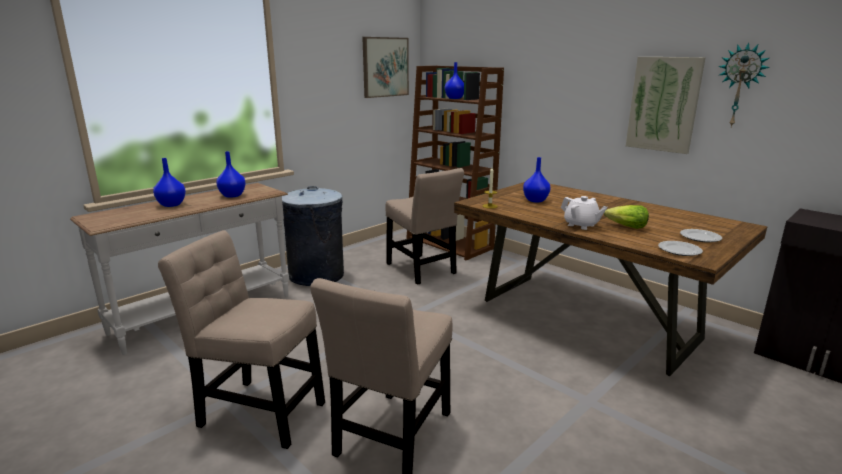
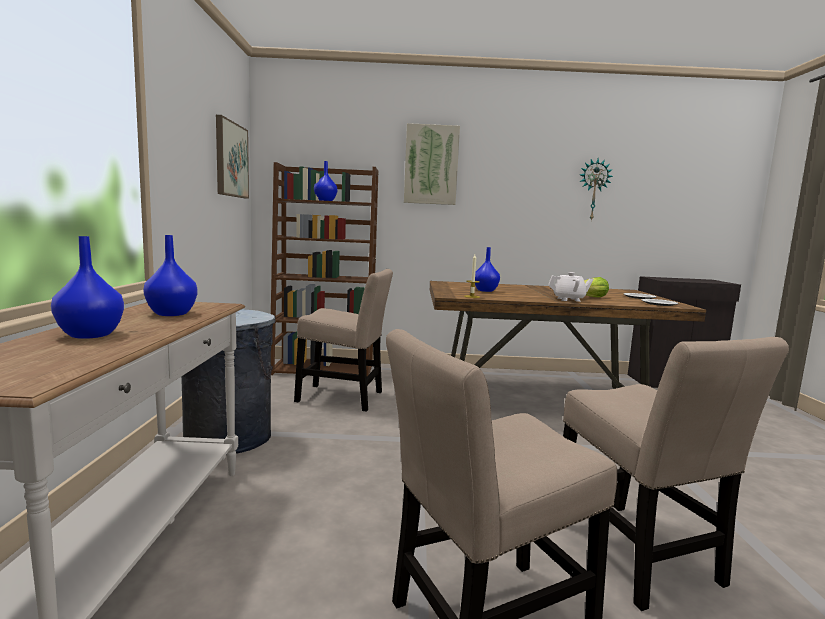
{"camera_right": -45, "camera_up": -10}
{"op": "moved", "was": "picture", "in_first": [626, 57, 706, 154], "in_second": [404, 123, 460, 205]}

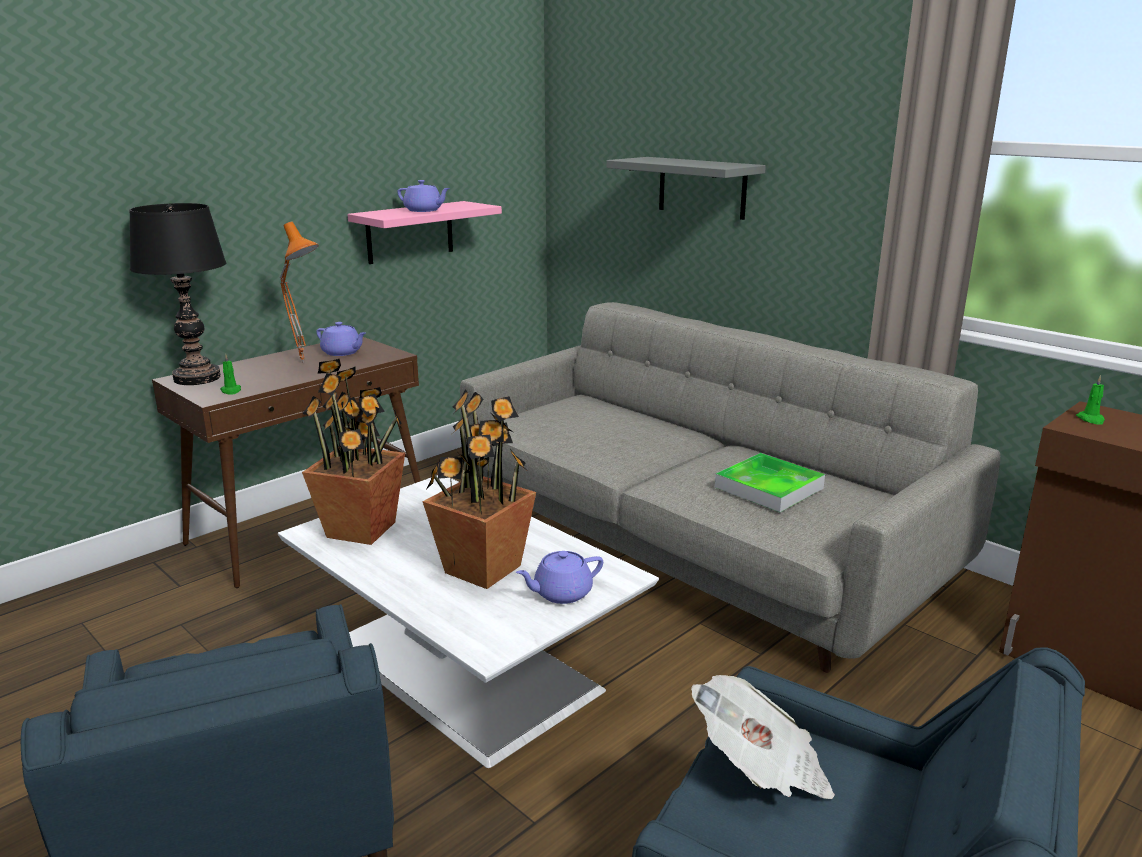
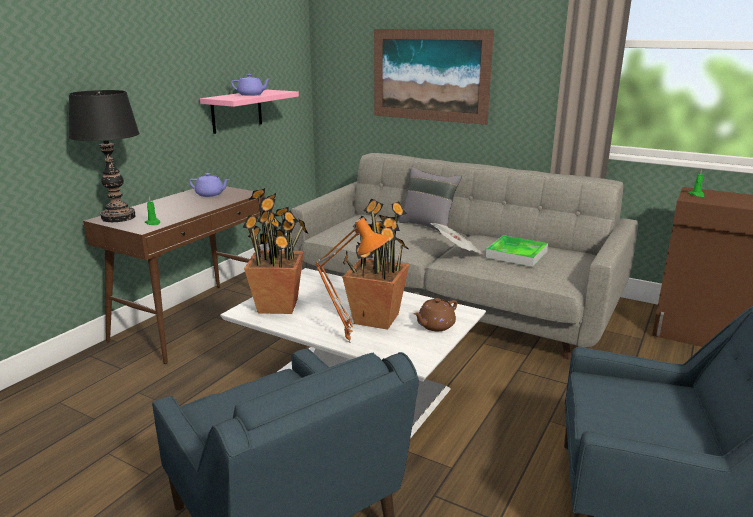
{"camera_right": -15, "camera_up": 0}
{"op": "replaced", "was": "grey shelf", "now": "picture", "in_first": [606, 157, 766, 220], "in_second": [374, 29, 494, 125]}
{"op": "moved", "was": "orange table lamp", "in_first": [280, 222, 319, 363], "in_second": [315, 217, 389, 343]}
{"op": "recoloured", "was": "purple teapot", "now": "brown teapot", "in_first": [516, 551, 603, 604], "in_second": [414, 298, 457, 331]}
{"op": "moved", "was": "newspaper", "in_first": [691, 675, 835, 799], "in_second": [431, 223, 483, 254]}
{"op": "added", "now": "grey pillow", "in_second": [399, 167, 462, 232]}

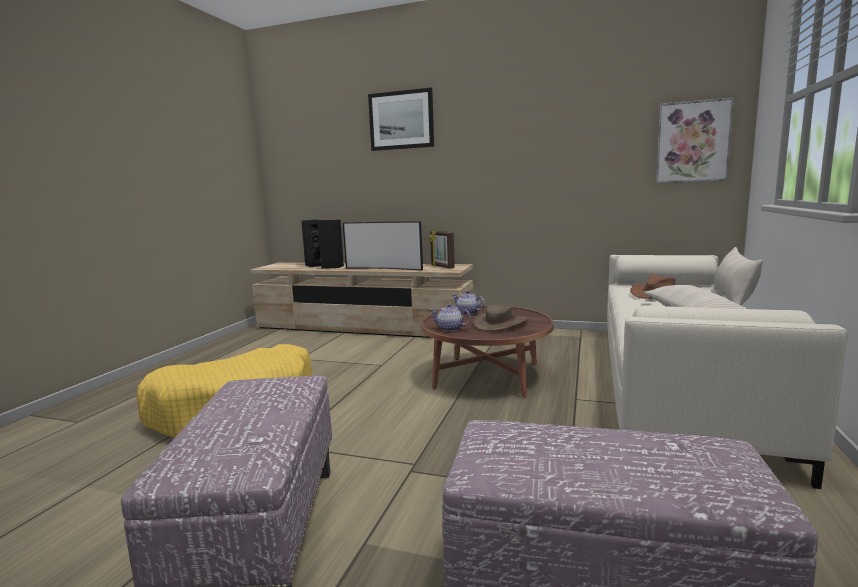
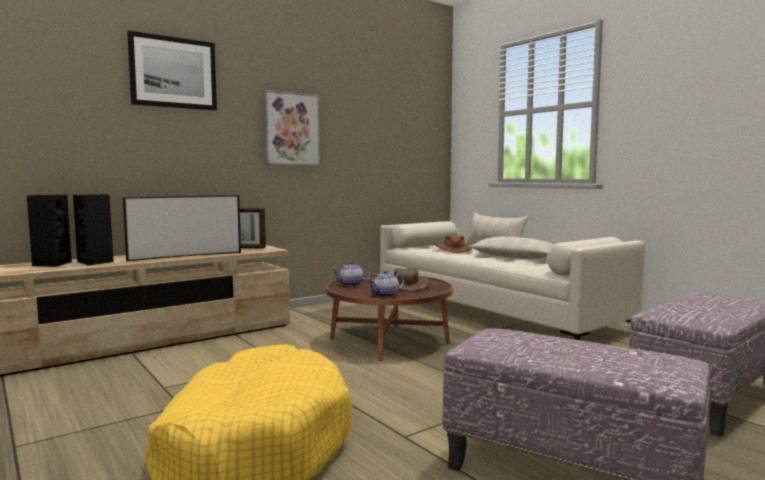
{"camera_right": -55, "camera_up": -5}
{"op": "moved", "was": "picture", "in_first": [656, 98, 734, 183], "in_second": [264, 90, 320, 166]}

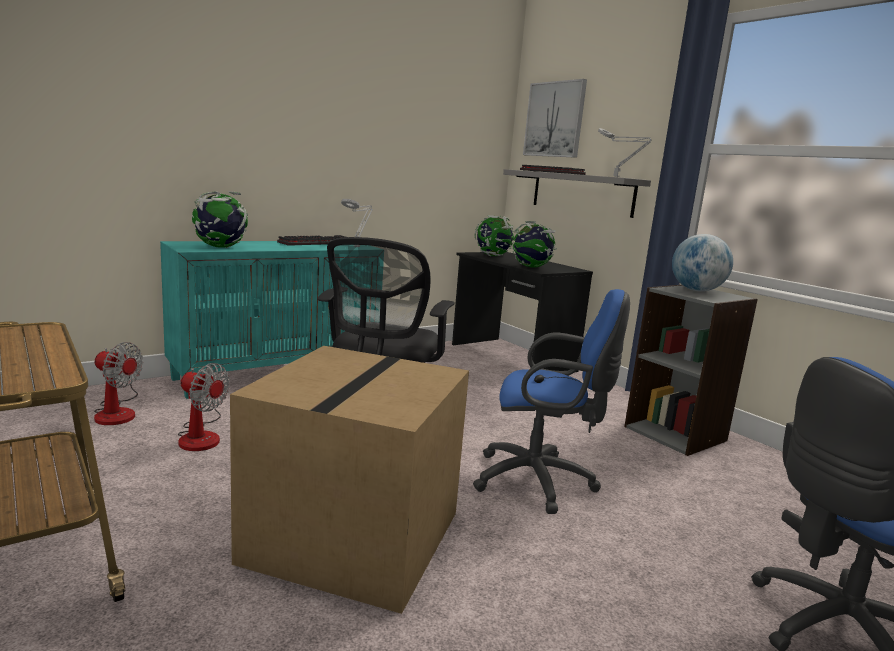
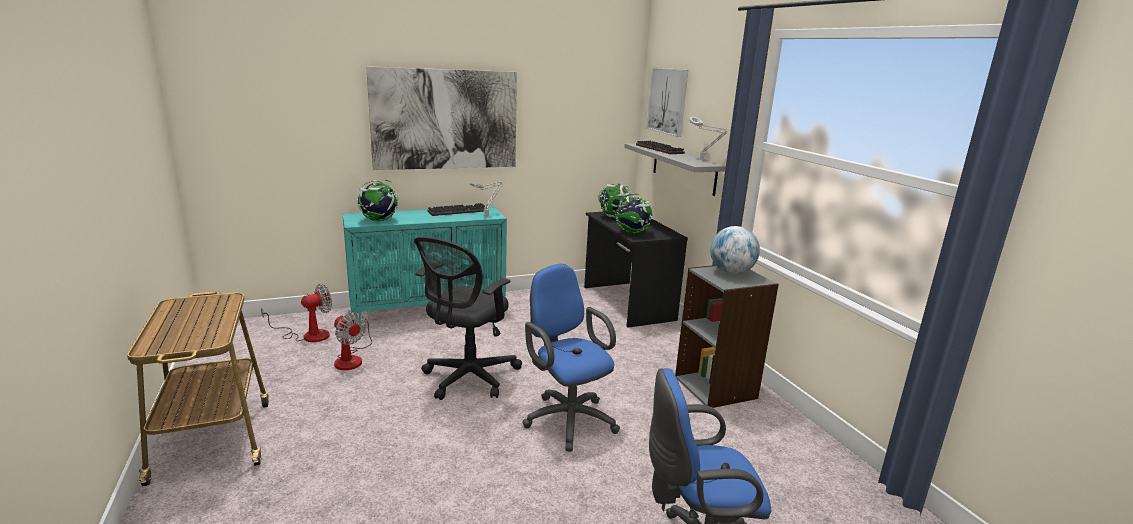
{"camera_right": 15, "camera_up": 5}
{"op": "turned", "was": "blue office chair", "in_first": [473, 289, 630, 514], "in_second": [522, 264, 620, 452], "clockwise": -150}
{"op": "turned", "was": "fan", "in_first": [94, 342, 143, 425], "in_second": [261, 284, 332, 342], "clockwise": -75}
{"op": "removed", "was": "cardboard box", "in_first": [230, 346, 469, 614]}
{"op": "added", "now": "picture", "in_second": [366, 66, 517, 170]}

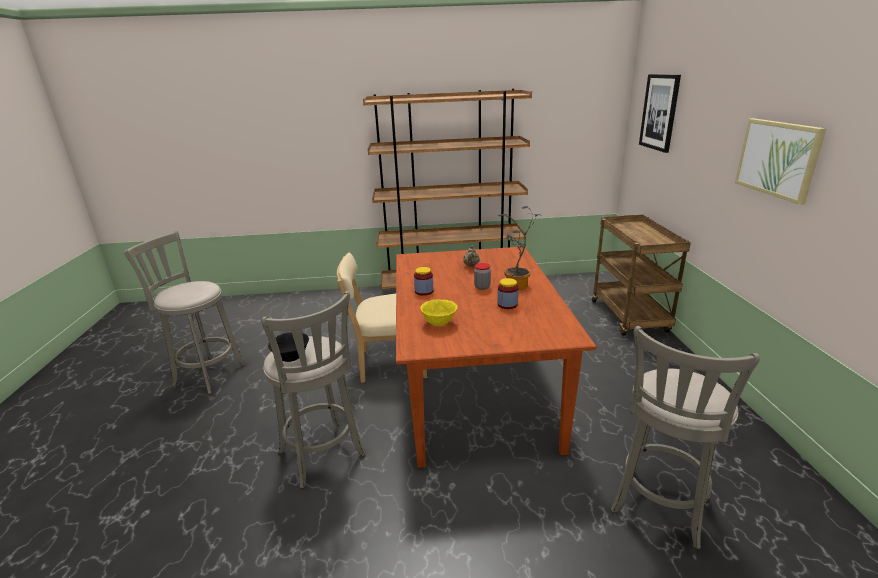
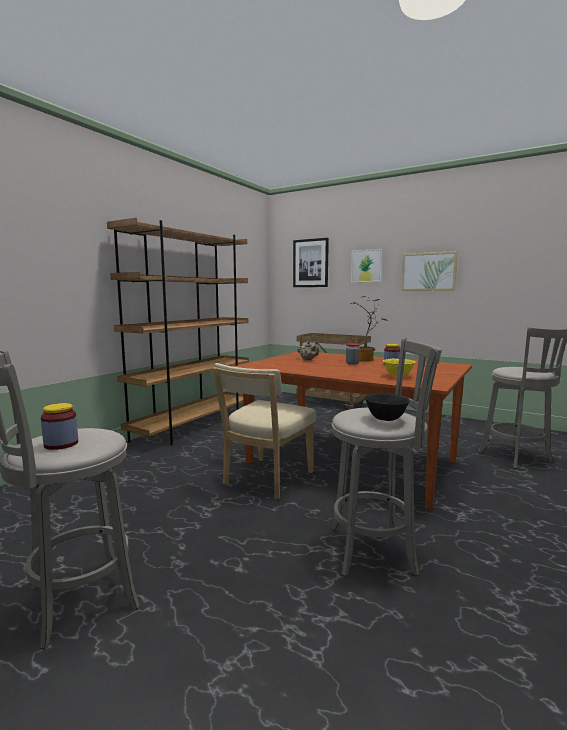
{"camera_right": -55, "camera_up": -15}
{"op": "moved", "was": "jar", "in_first": [414, 267, 433, 296], "in_second": [41, 403, 78, 450]}
{"op": "added", "now": "picture", "in_second": [351, 249, 383, 282]}

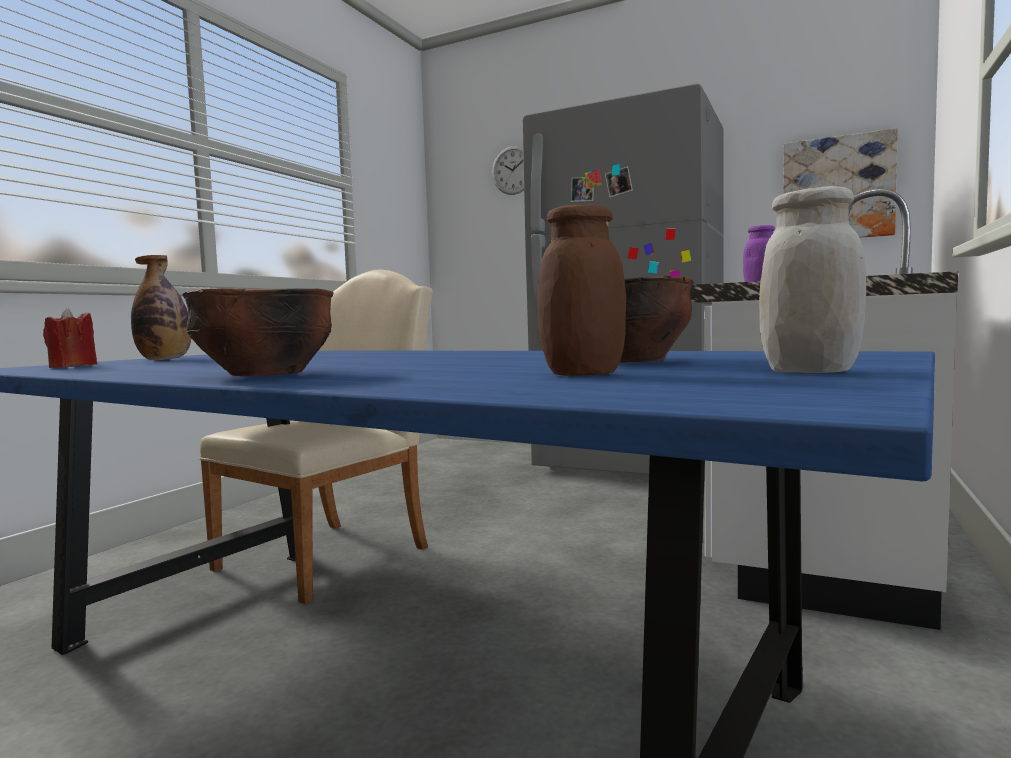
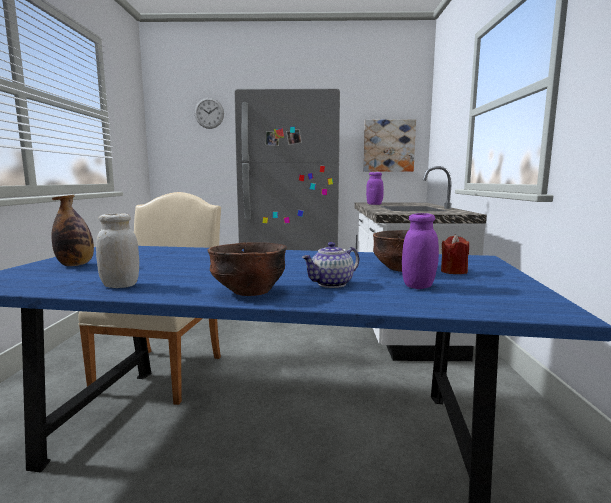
{"camera_right": -25, "camera_up": 5}
{"op": "moved", "was": "white jar", "in_first": [759, 186, 866, 373], "in_second": [96, 213, 139, 288]}
{"op": "recoloured", "was": "brown jar", "now": "purple jar", "in_first": [538, 205, 626, 376], "in_second": [402, 213, 439, 289]}
{"op": "moved", "was": "red candle", "in_first": [43, 308, 97, 368], "in_second": [441, 235, 469, 274]}
{"op": "added", "now": "teapot", "in_second": [301, 242, 359, 288]}

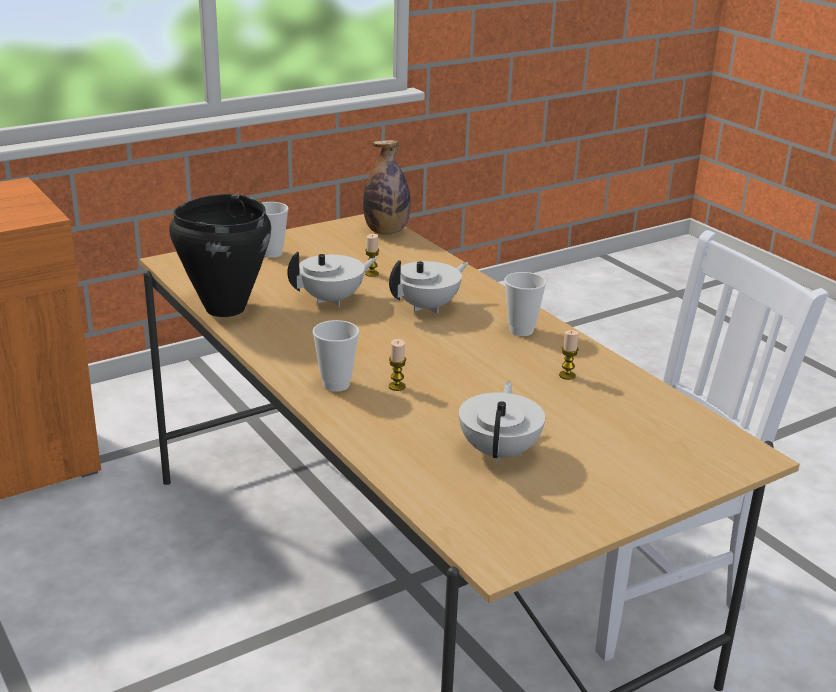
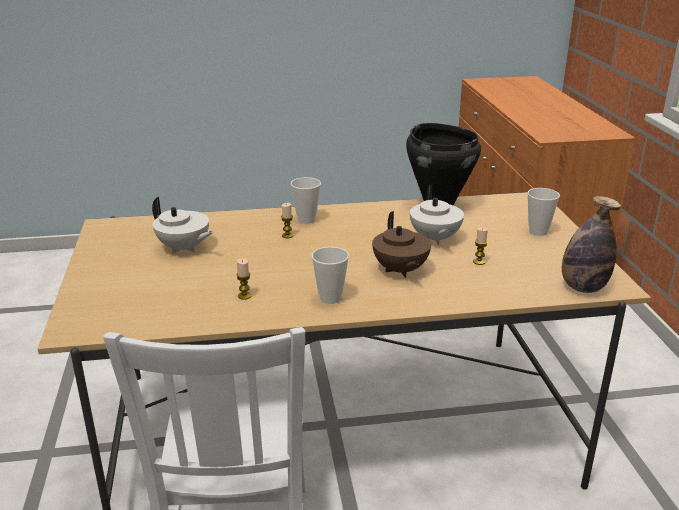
{"camera_right": 115, "camera_up": 0}
{"op": "recoloured", "was": "white teapot", "now": "brown teapot", "in_first": [389, 260, 468, 314], "in_second": [372, 211, 431, 278]}

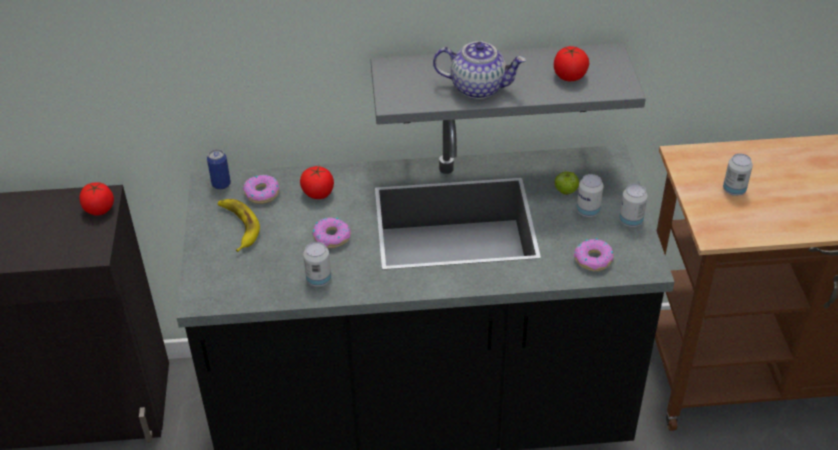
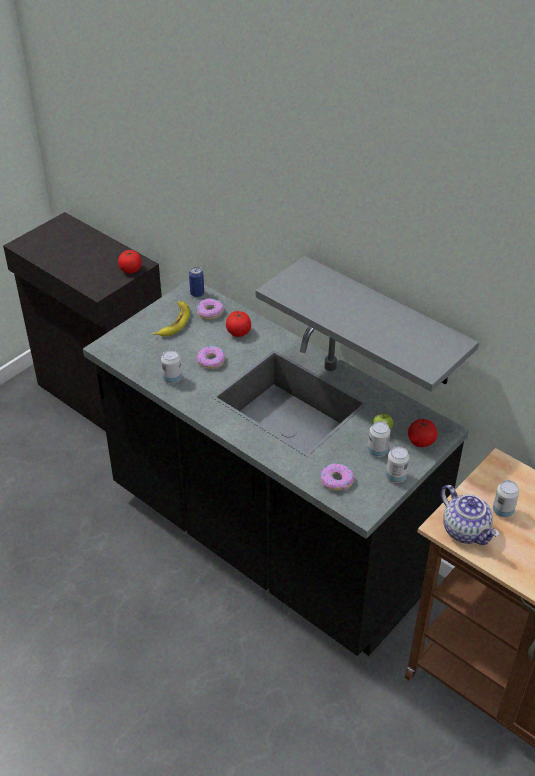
{"camera_right": 45, "camera_up": 0}
{"op": "moved", "was": "teapot", "in_first": [433, 41, 526, 99], "in_second": [441, 485, 499, 545]}
{"op": "moved", "was": "tomato", "in_first": [554, 46, 589, 81], "in_second": [408, 419, 437, 447]}

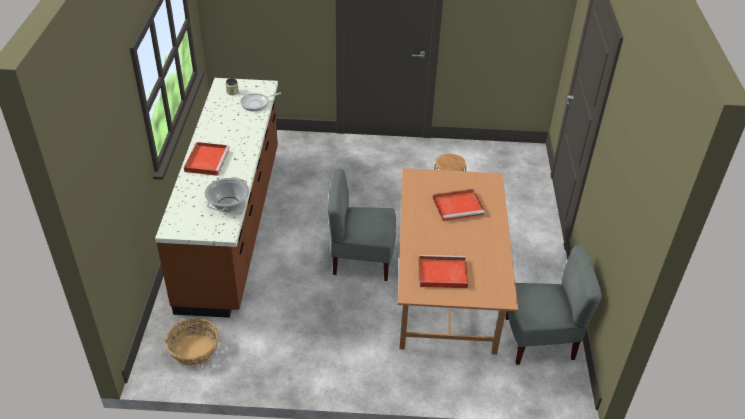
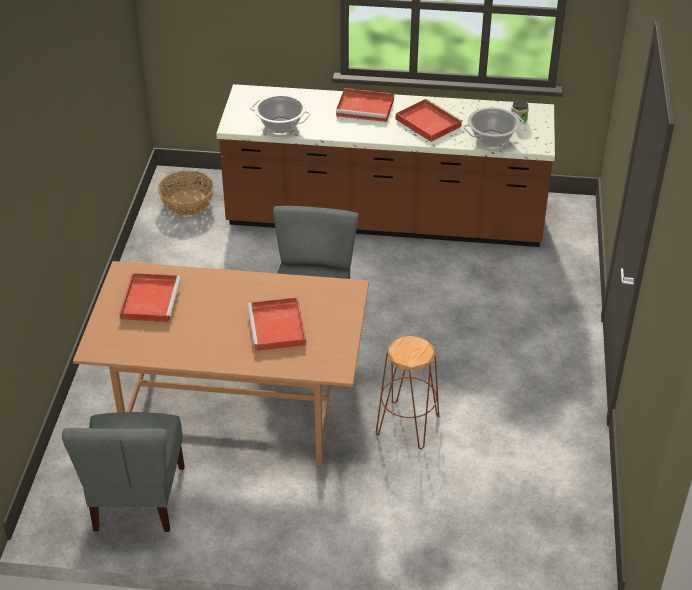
{"camera_right": 95, "camera_up": 0}
{"op": "replaced", "was": "frying pan", "now": "cooking pot", "in_first": [240, 92, 281, 111], "in_second": [463, 107, 524, 147]}
{"op": "added", "now": "red tray", "in_second": [396, 99, 463, 142]}

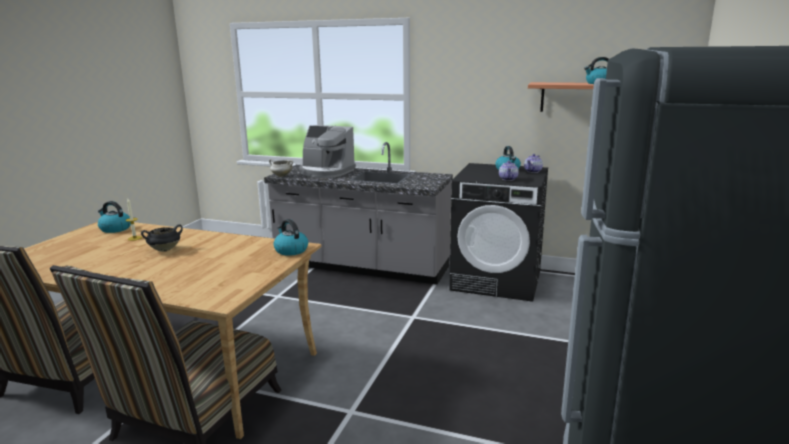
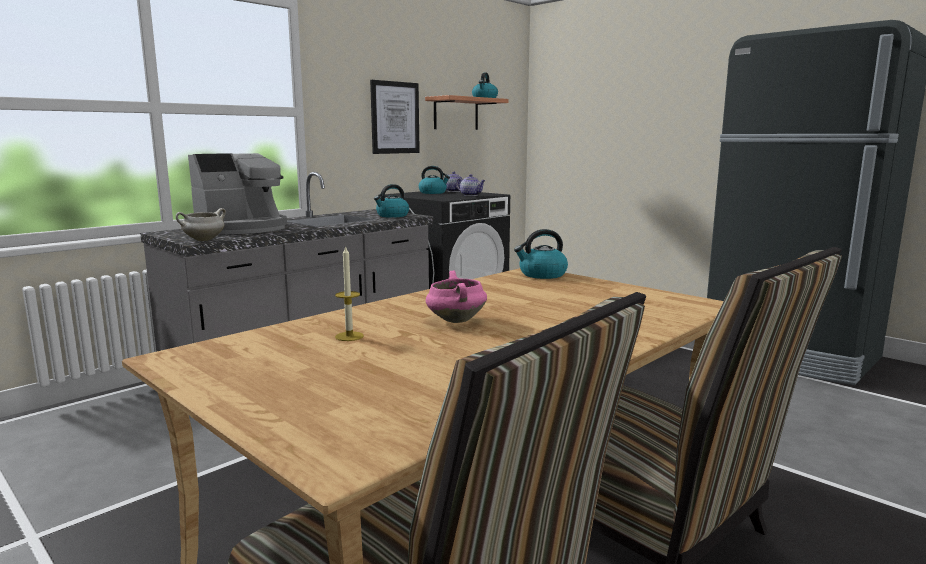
{"camera_right": -65, "camera_up": -5}
{"op": "moved", "was": "kettle", "in_first": [98, 201, 131, 233], "in_second": [374, 184, 409, 218]}
{"op": "recoloured", "was": "black cooking pot", "now": "pink cooking pot", "in_first": [141, 224, 183, 252], "in_second": [426, 271, 487, 323]}
{"op": "added", "now": "picture", "in_second": [370, 80, 420, 154]}

